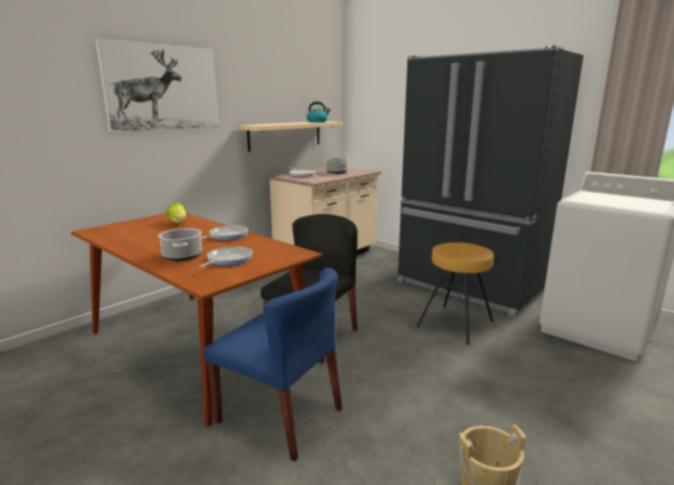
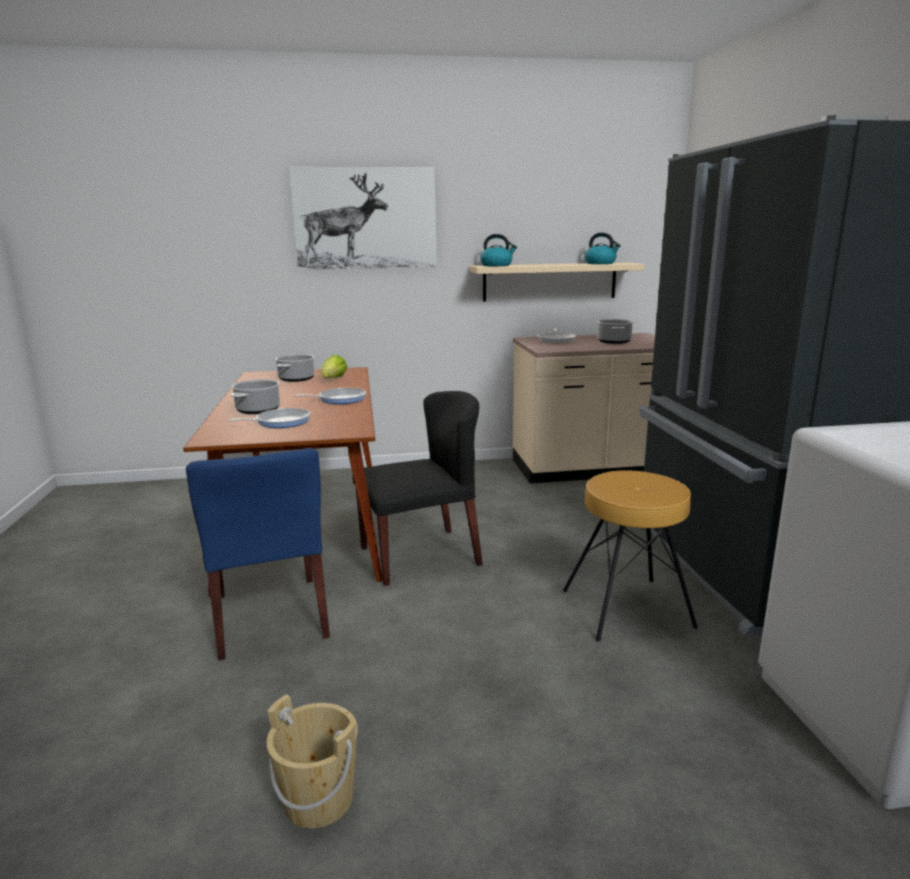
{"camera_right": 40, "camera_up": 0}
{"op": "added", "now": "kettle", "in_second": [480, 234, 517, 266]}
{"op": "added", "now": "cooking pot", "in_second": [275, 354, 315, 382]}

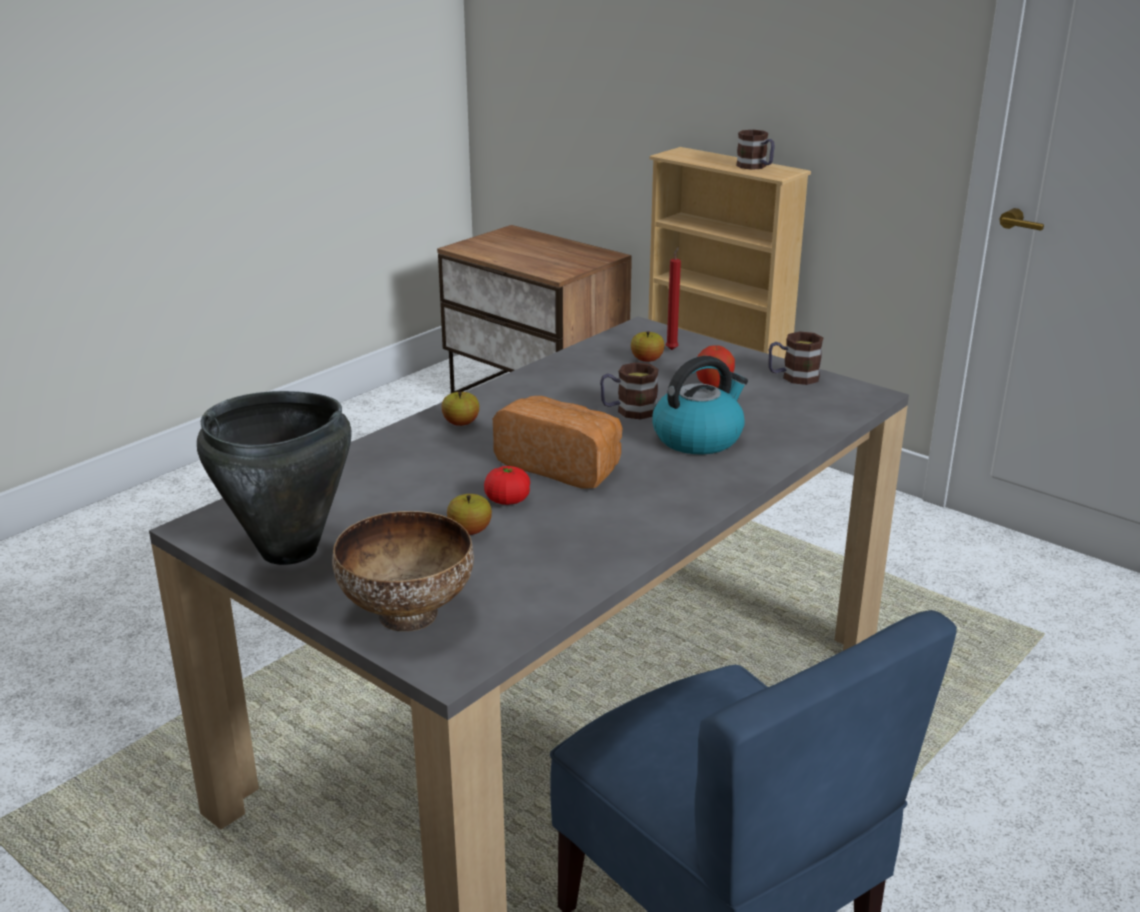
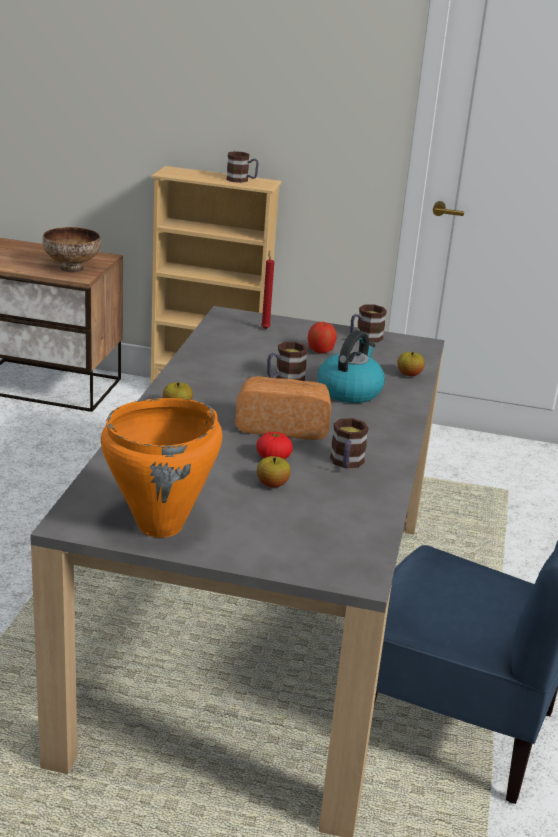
{"camera_right": -30, "camera_up": 0}
{"op": "moved", "was": "apple", "in_first": [631, 331, 665, 362], "in_second": [397, 352, 425, 376]}
{"op": "recoloured", "was": "black cooking pot", "now": "orange cooking pot", "in_first": [197, 391, 352, 565], "in_second": [101, 398, 222, 538]}
{"op": "moved", "was": "bowl", "in_first": [332, 511, 474, 632], "in_second": [42, 227, 101, 272]}
{"op": "added", "now": "mug", "in_second": [330, 418, 369, 468]}

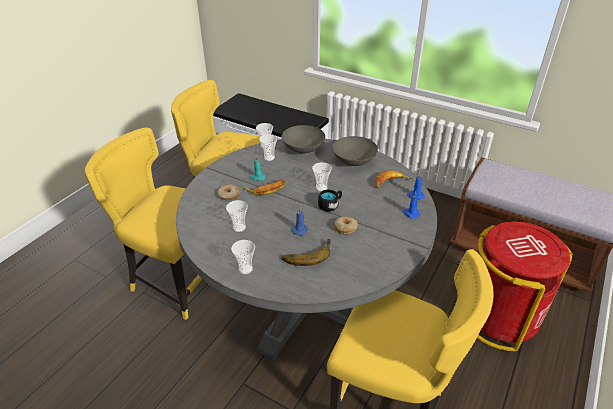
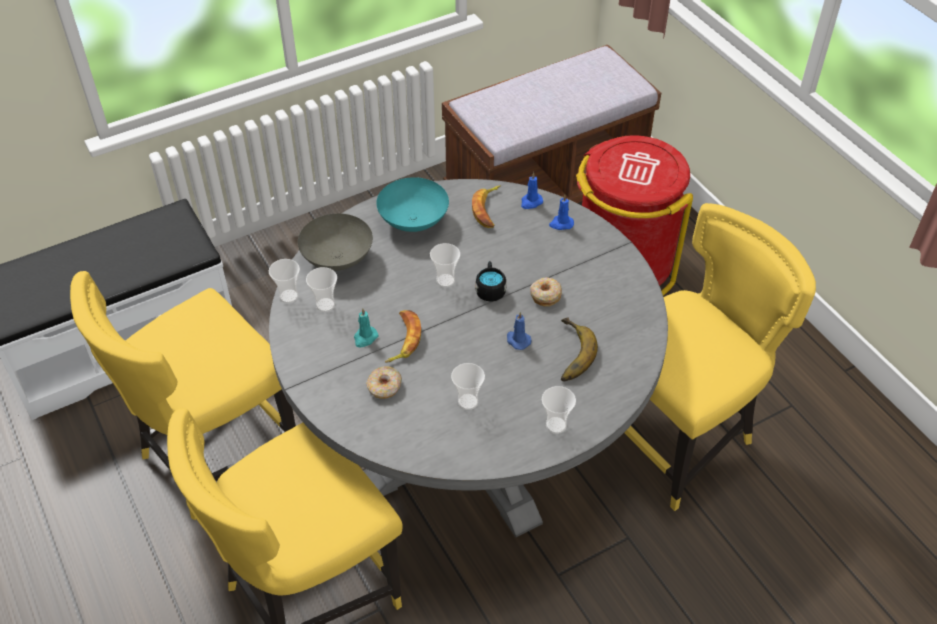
{"camera_right": -60, "camera_up": 10}
{"op": "recoloured", "was": "grey bowl", "now": "turquoise bowl", "in_first": [332, 136, 378, 166], "in_second": [376, 177, 449, 232]}

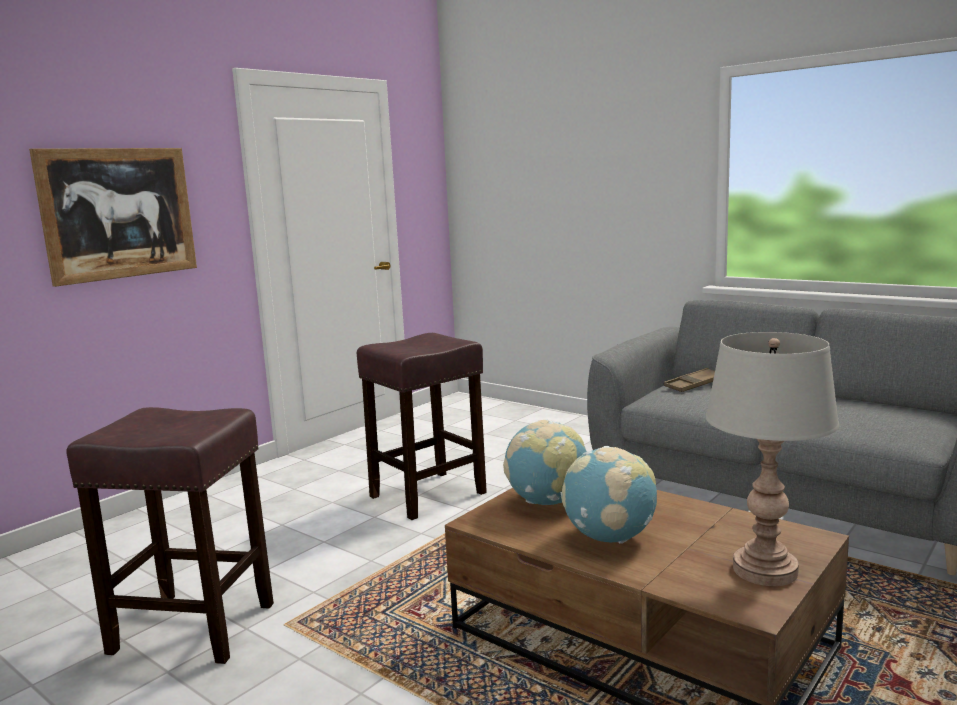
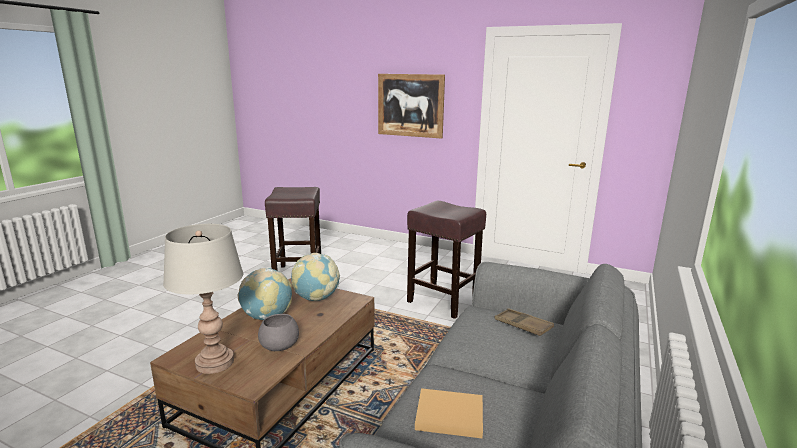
{"camera_right": 75, "camera_up": 5}
{"op": "added", "now": "grey bowl", "in_second": [258, 314, 299, 351]}
{"op": "added", "now": "beige book", "in_second": [415, 388, 483, 438]}

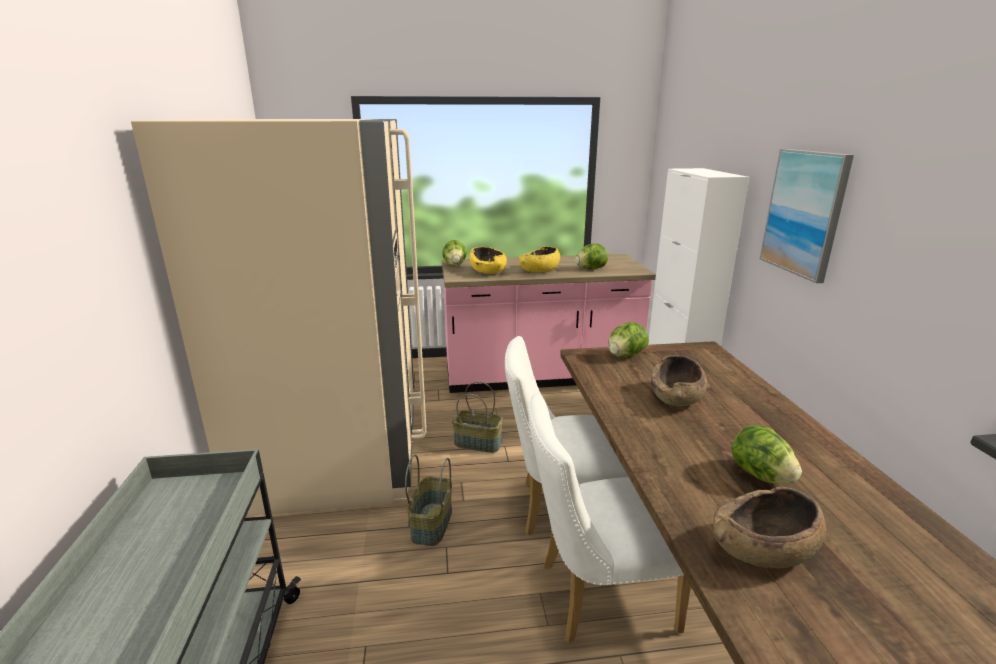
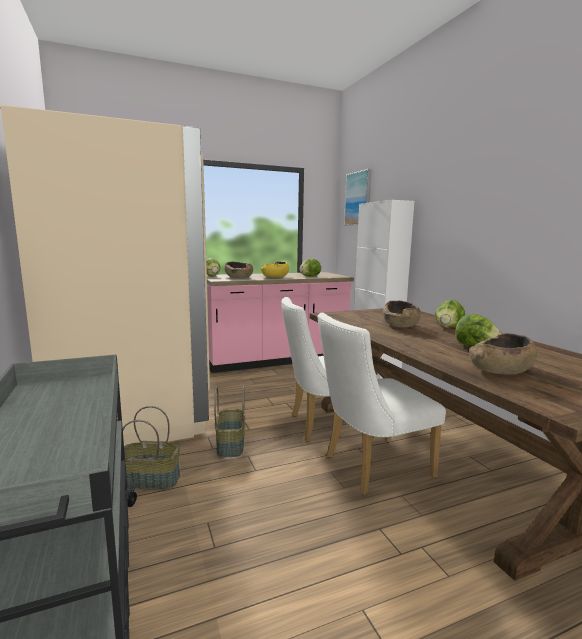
{"camera_right": -15, "camera_up": -10}
{"op": "moved", "was": "picture", "in_first": [760, 149, 854, 283], "in_second": [344, 169, 371, 225]}
{"op": "recoloured", "was": "yellow bowl", "now": "brown bowl", "in_first": [469, 247, 507, 274], "in_second": [225, 262, 253, 278]}
{"op": "moved", "was": "lettuce", "in_first": [608, 322, 649, 358], "in_second": [435, 300, 465, 328]}
{"op": "moved", "was": "basket", "in_first": [452, 381, 503, 453], "in_second": [123, 406, 180, 490]}

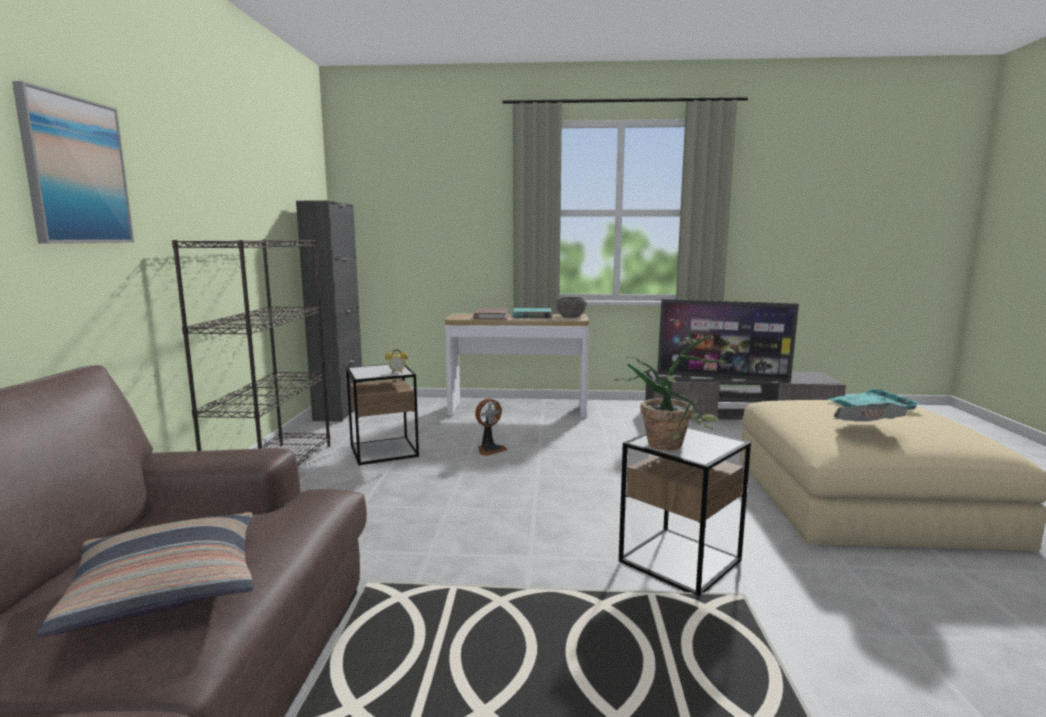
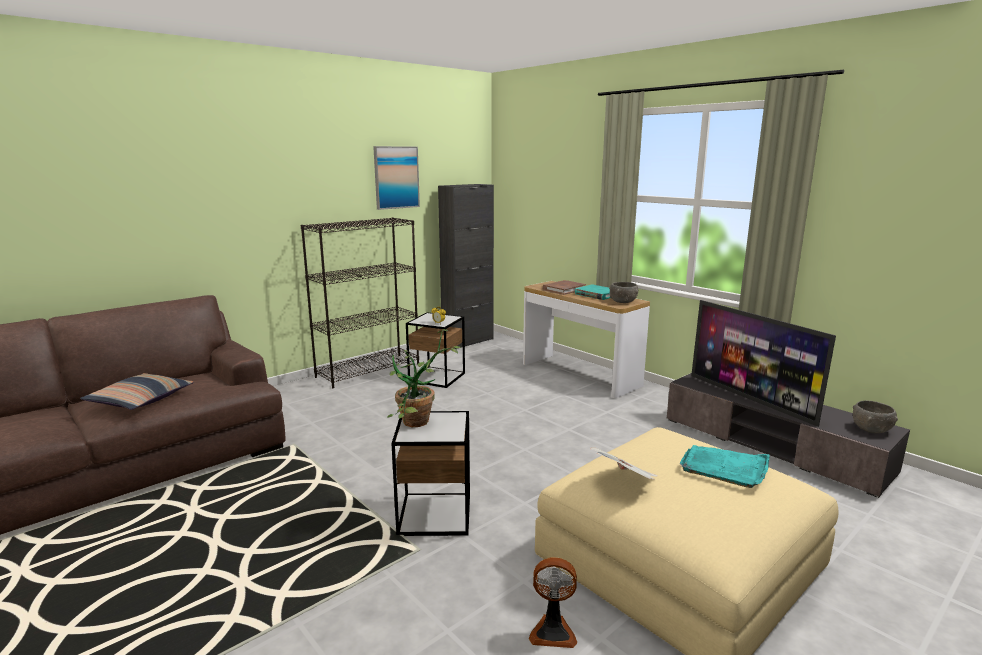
{"camera_right": 45, "camera_up": 5}
{"op": "moved", "was": "picture", "in_first": [12, 81, 134, 243], "in_second": [373, 146, 420, 210]}
{"op": "moved", "was": "fan", "in_first": [475, 398, 507, 456], "in_second": [529, 557, 577, 648]}
{"op": "added", "now": "grey bowl", "in_second": [853, 401, 898, 433]}

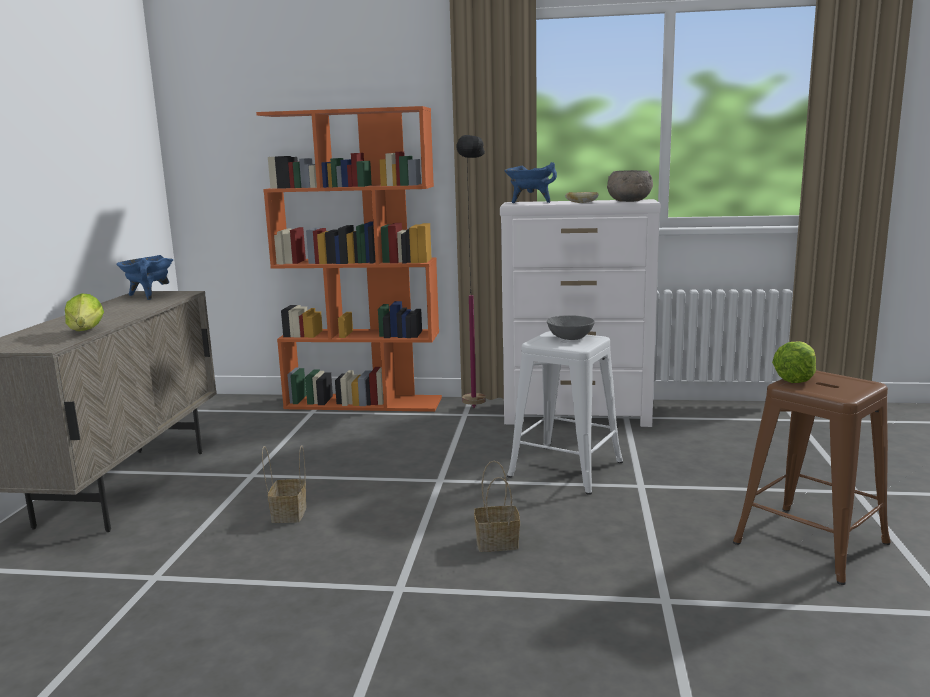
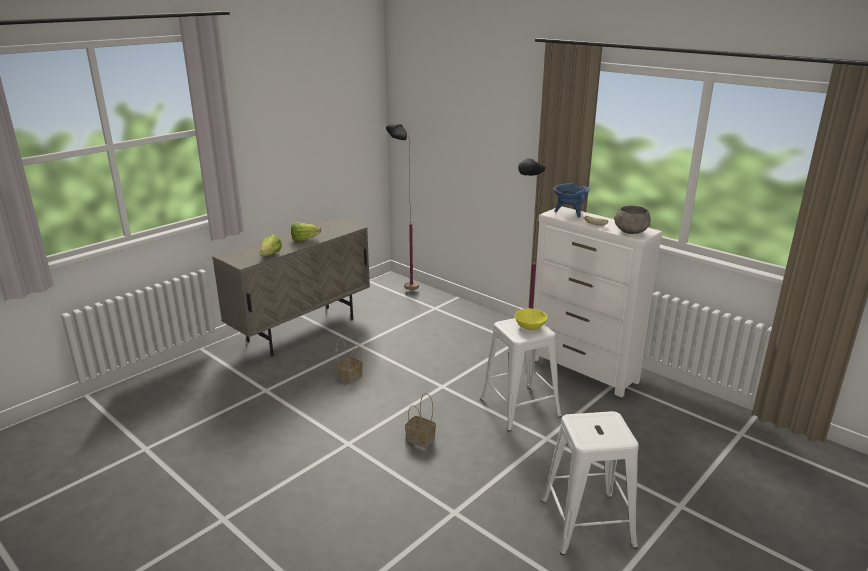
{"camera_right": 35, "camera_up": 10}
{"op": "removed", "was": "orange bookcase", "in_first": [256, 106, 442, 412]}
{"op": "removed", "was": "blue cooking pot", "in_first": [116, 255, 173, 300]}
{"op": "recoloured", "was": "grey bowl", "now": "yellow bowl", "in_first": [547, 315, 595, 340], "in_second": [515, 308, 548, 330]}
{"op": "moved", "was": "lettuce", "in_first": [772, 341, 816, 383], "in_second": [291, 223, 321, 241]}
{"op": "recoloured", "was": "brown stool", "now": "white stool", "in_first": [733, 370, 890, 585], "in_second": [541, 411, 639, 555]}
{"op": "added", "now": "black floor lamp", "in_second": [386, 124, 419, 291]}

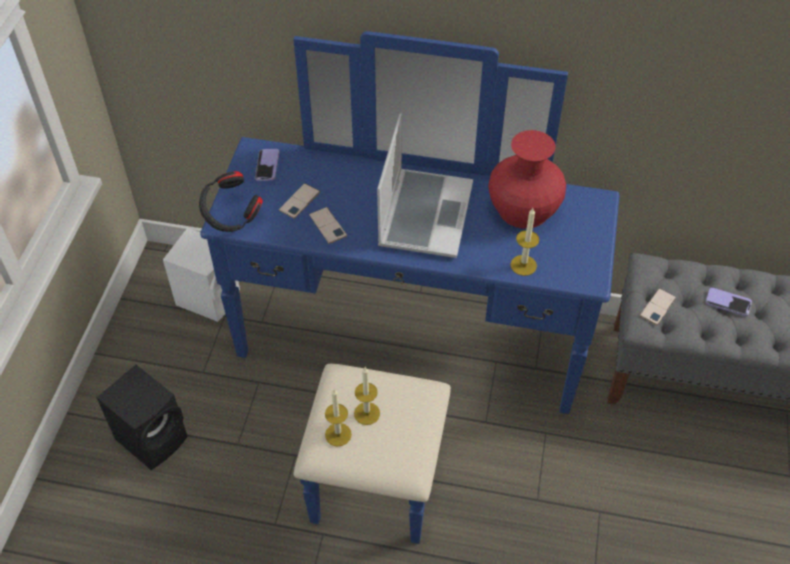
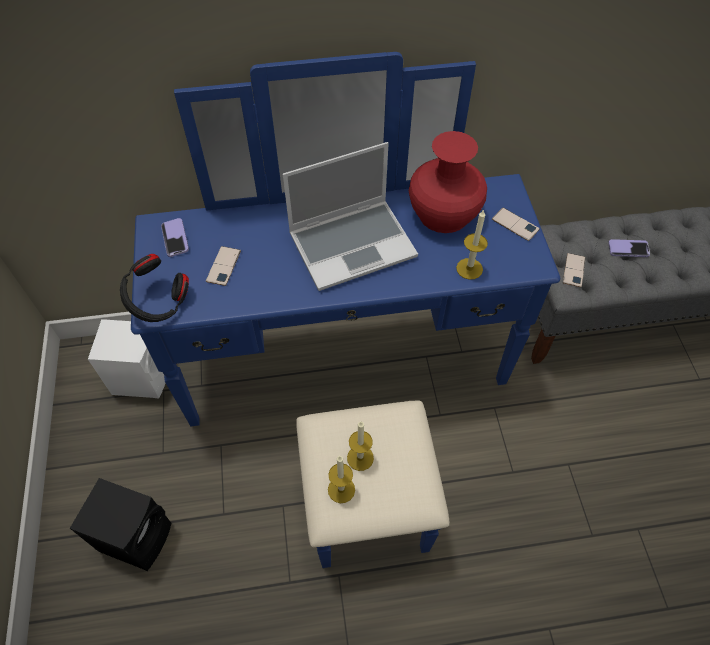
{"camera_right": -20, "camera_up": 5}
{"op": "turned", "was": "laptop", "in_first": [377, 113, 473, 258], "in_second": [283, 142, 418, 291], "clockwise": 75}
{"op": "moved", "was": "phone", "in_first": [309, 207, 347, 244], "in_second": [492, 208, 540, 241]}

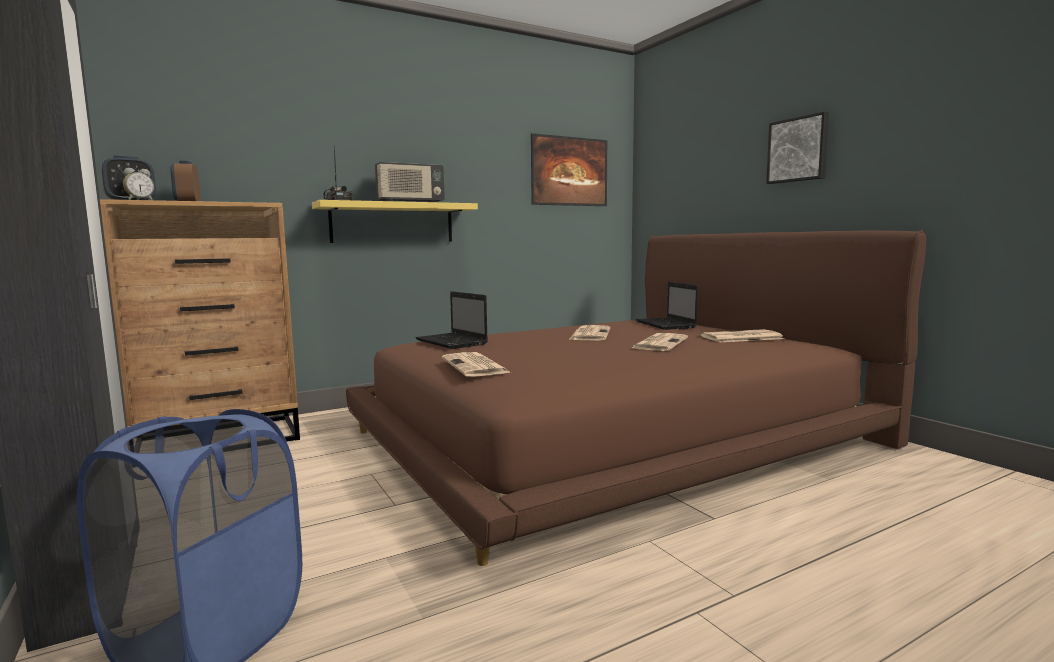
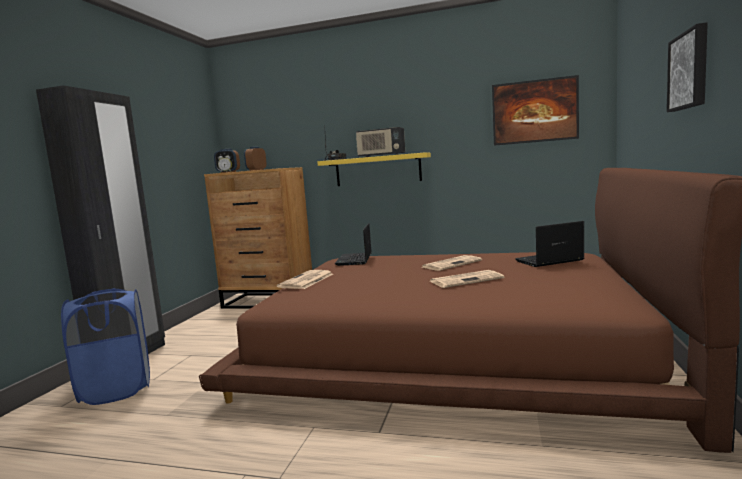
{"camera_right": 45, "camera_up": 0}
{"op": "turned", "was": "laptop", "in_first": [636, 282, 698, 330], "in_second": [515, 221, 584, 267], "clockwise": 45}
{"op": "removed", "was": "newspaper", "in_first": [700, 329, 784, 342]}

